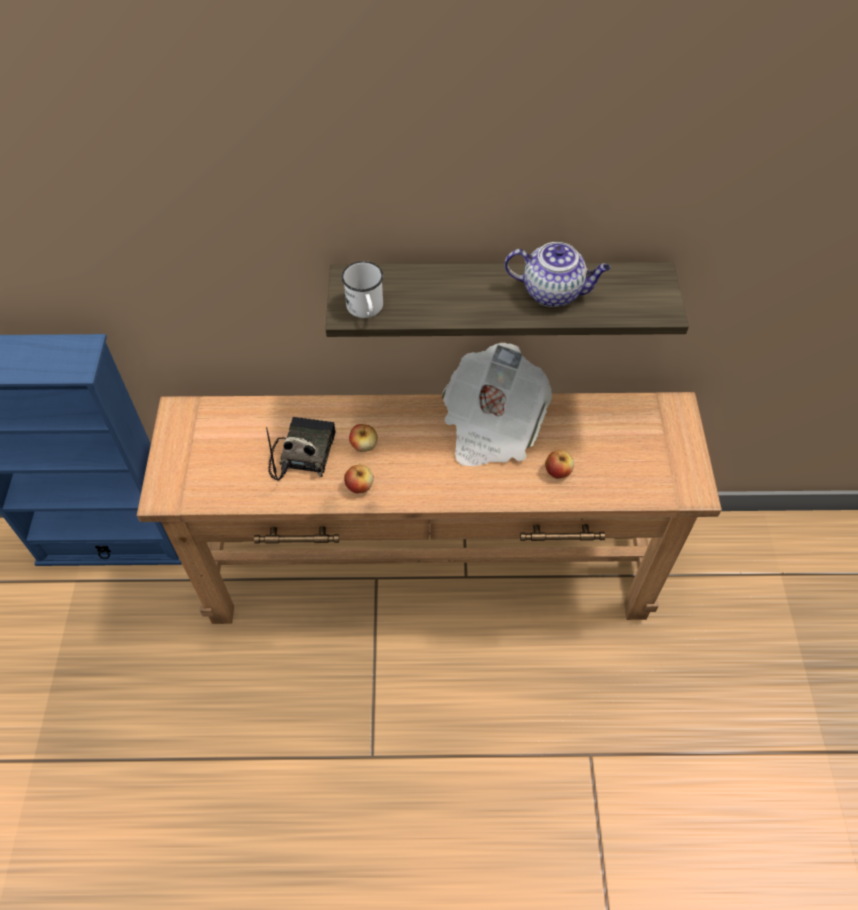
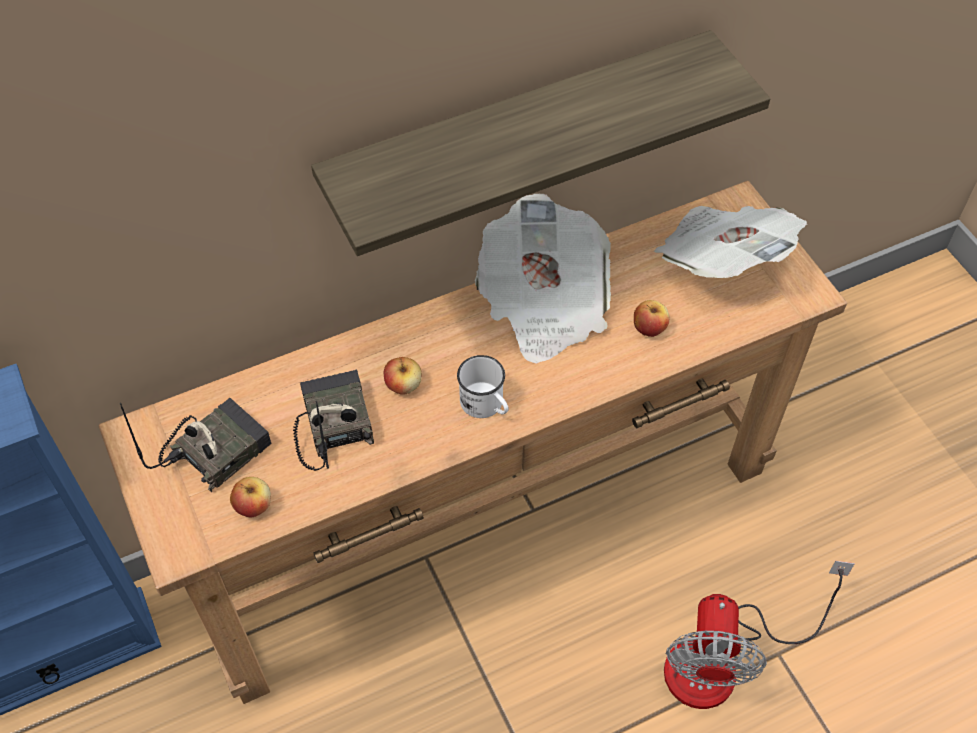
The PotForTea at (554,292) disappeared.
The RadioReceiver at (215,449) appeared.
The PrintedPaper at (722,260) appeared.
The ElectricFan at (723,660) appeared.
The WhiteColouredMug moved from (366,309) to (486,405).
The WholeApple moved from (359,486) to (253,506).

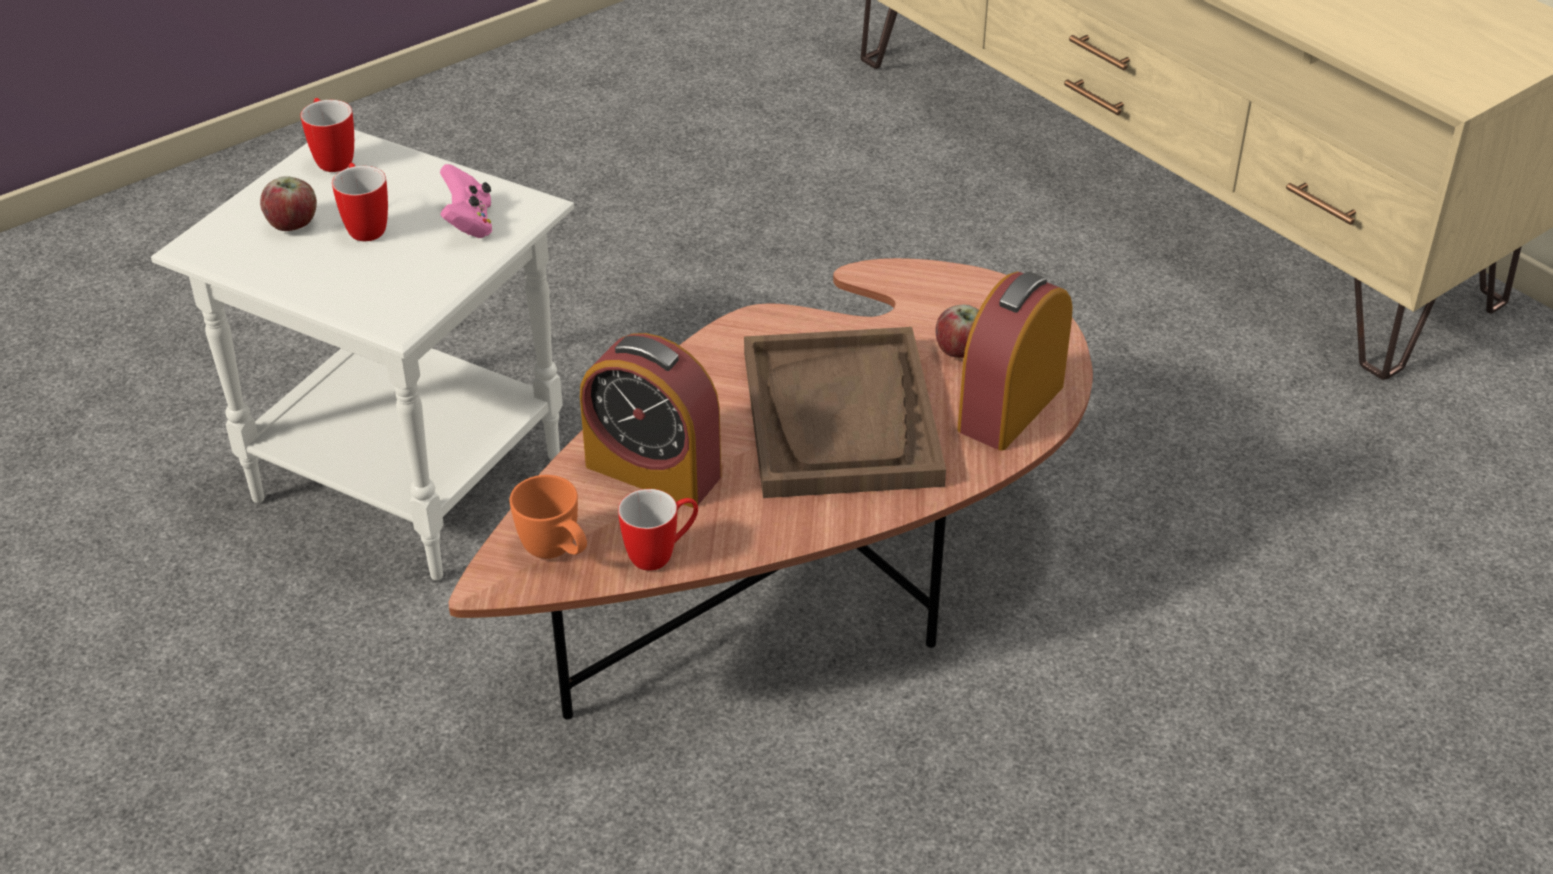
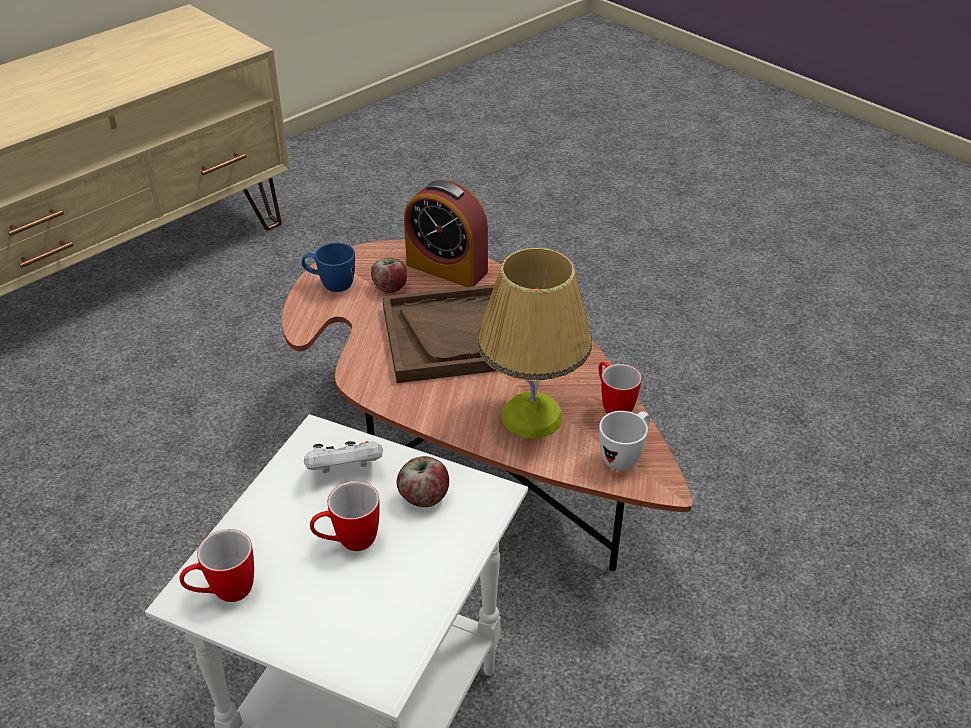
The BlueColouredMug at (330,285) appeared.
The WholeApple moved from (293,224) to (424,497).
The AlarmClock at (653,471) was replaced by the LampForATable at (531,417).
The PinkColouredGameController at (469,223) became the WhiteColouredGameController at (345,470).
The OrangeColouredMug at (557,553) became the WhiteColouredMug at (625,456).

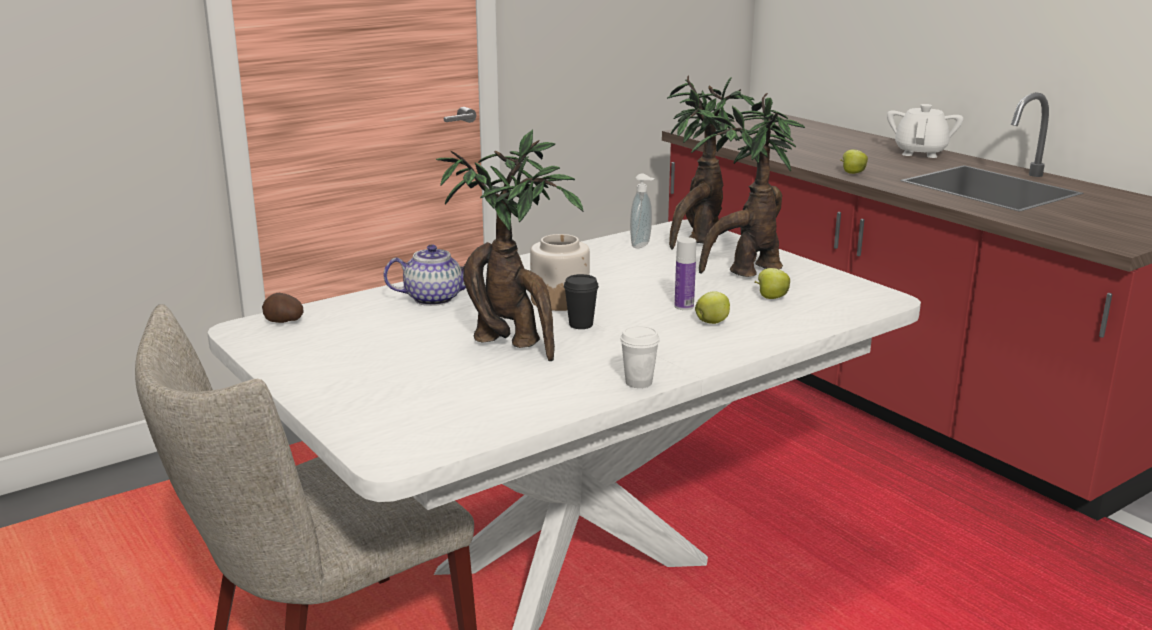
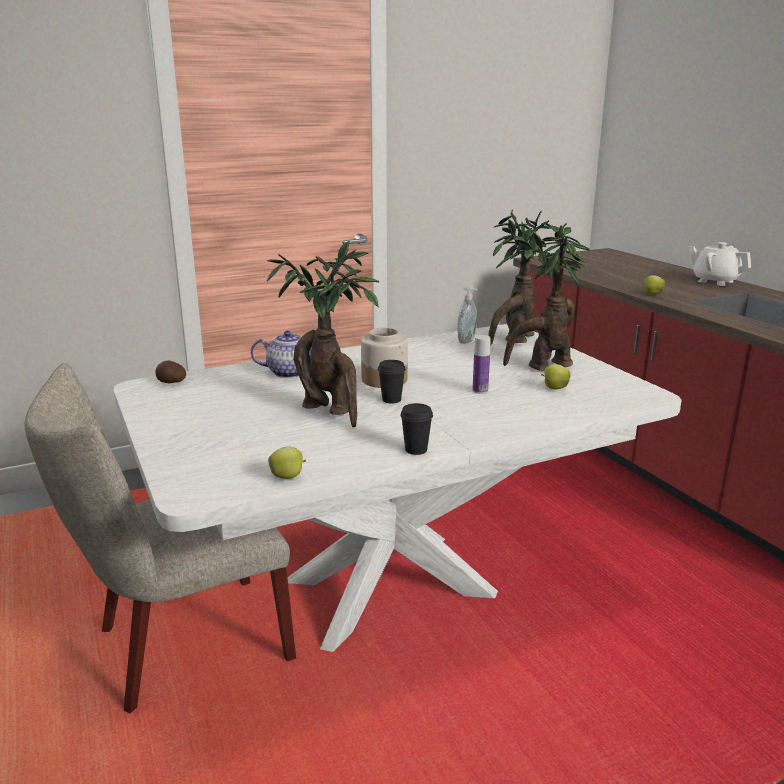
The WholeApple moved from (712,322) to (288,477).
The WhiteColouredSmallCup at (638,382) became the BlackColouredSmallCup at (416,450).
The WhiteColouredPotForTea at (920,153) turned 75 degrees counterclockwise.

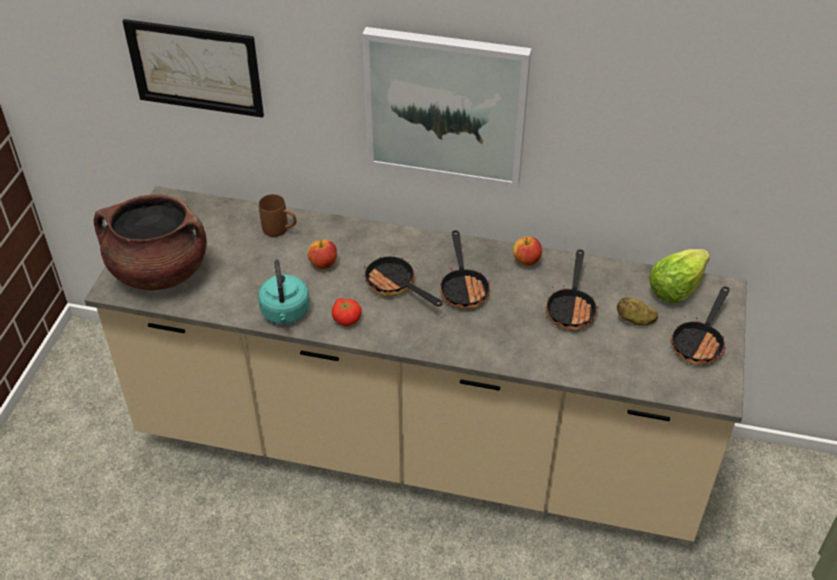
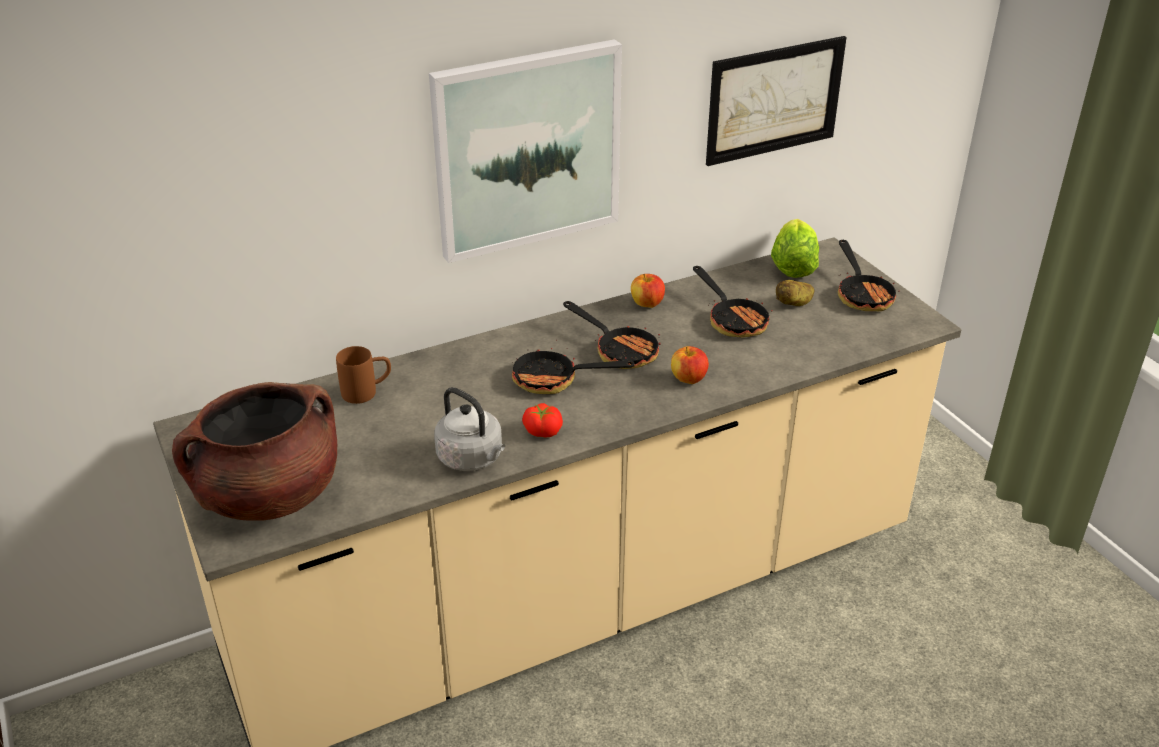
The WallPicture moved from (195,68) to (774,100).
The WholeApple moved from (323,264) to (688,379).
The TurquoiseColouredWaterKettle at (285,313) became the GreyWaterKettle at (472,459).

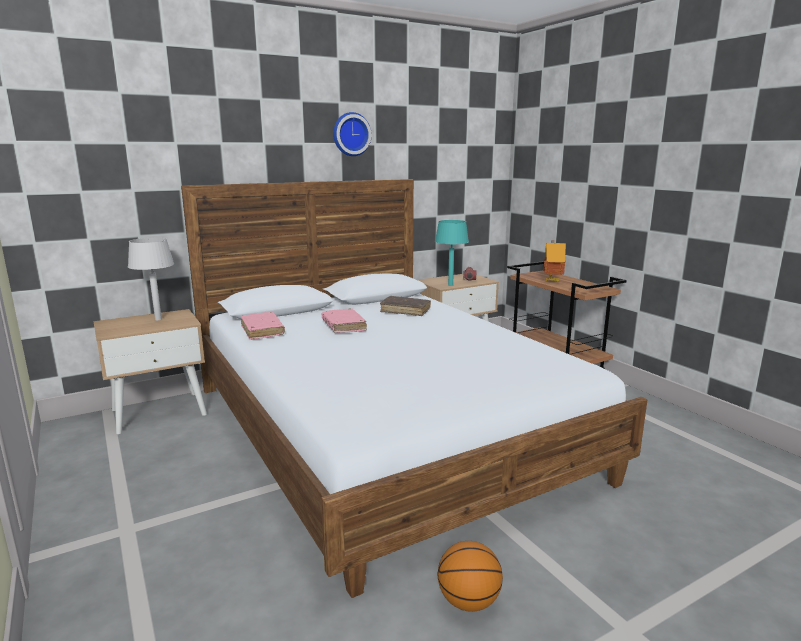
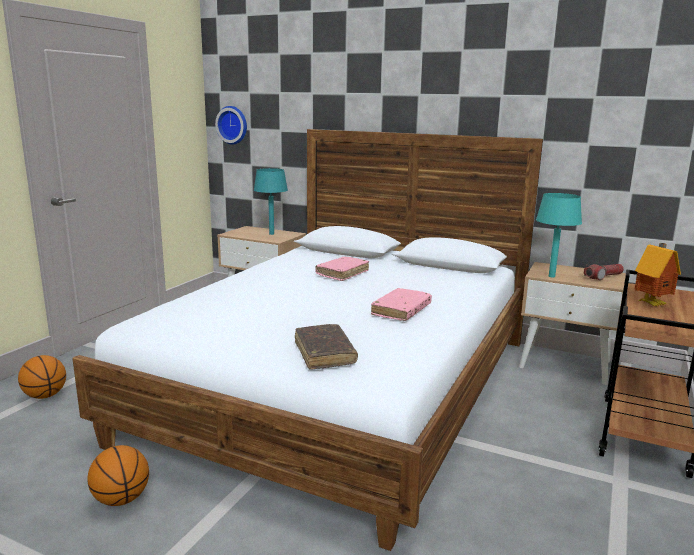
The Basketball at (45,395) appeared.
The PinkColouredVolume moved from (262,331) to (401,311).
The HangingClock moved from (351,134) to (233,125).
The BrownishVolume moved from (405,311) to (324,353).
The GreyLampForATable at (158,319) became the TurquoiseColouredLampForATable at (271,234).

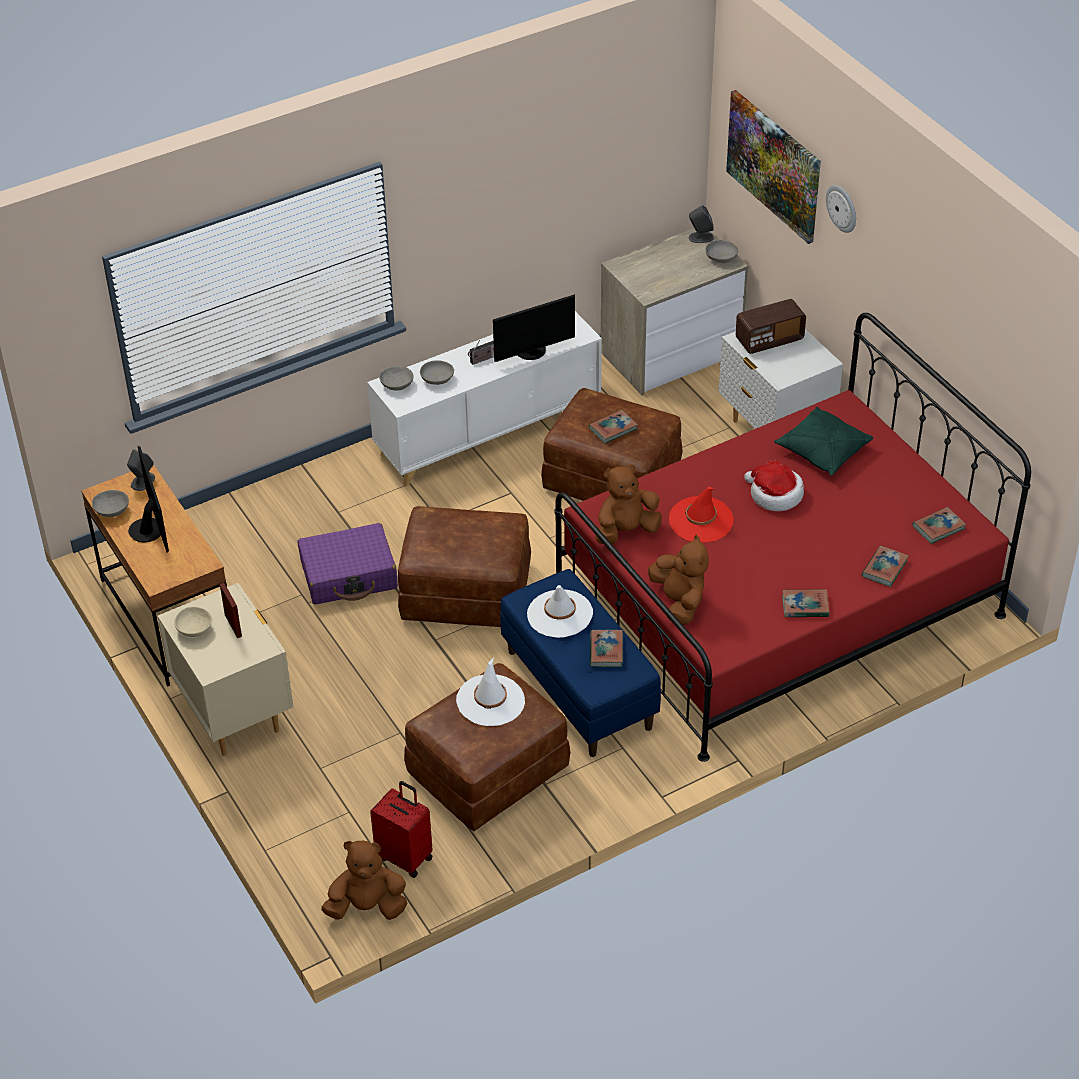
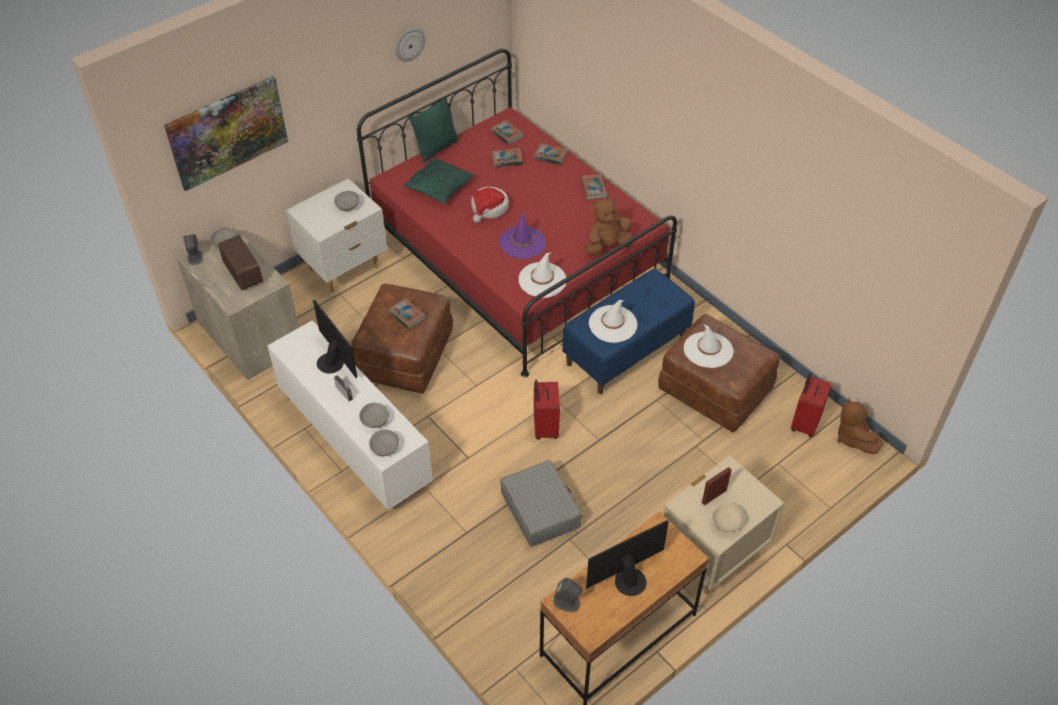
The GreenColouredThrowPillow at (436,149) appeared.
The GreyBowl moved from (112,511) to (348,206).
The Volume moved from (606,651) to (507,159).
The RadioReceiver moved from (769,340) to (243,273).
The HangingClock moved from (842,208) to (409,44).
The BrownishOttoman at (467,592) was replaced by the ReddishPieceOfLuggage at (545,428).
The BrownishSoftToy at (626,531) was replaced by the WhiteColouredHat at (542,280).
The PurplishPieceOfLuggage at (349,575) became the GreyPieceOfLuggage at (540,509).
The ReddishHat at (701,520) became the PurplishHat at (522,242).

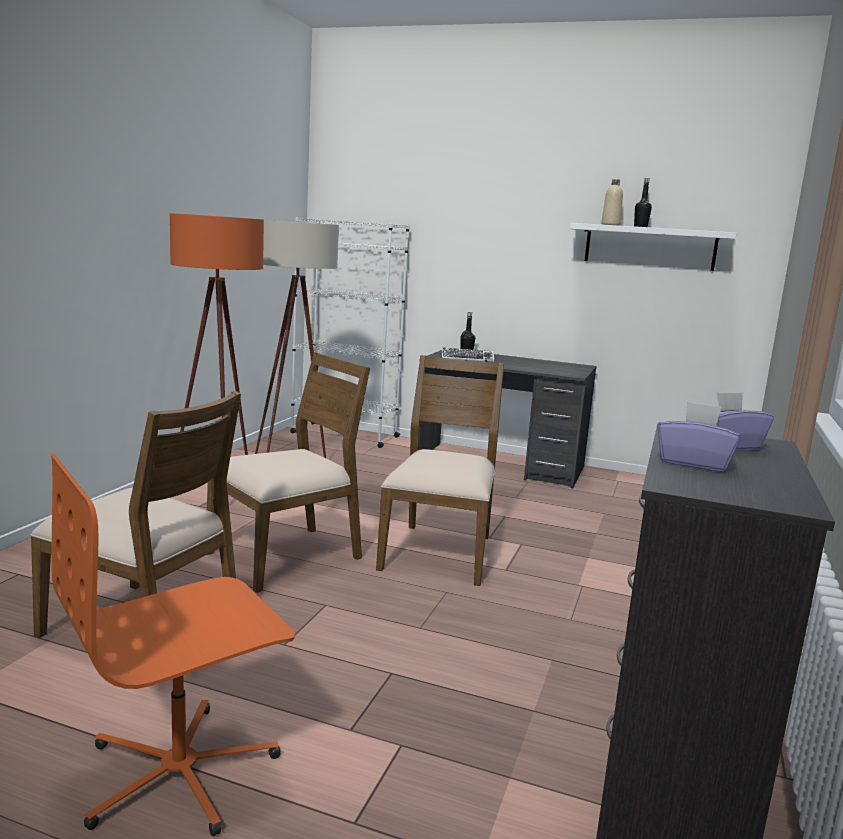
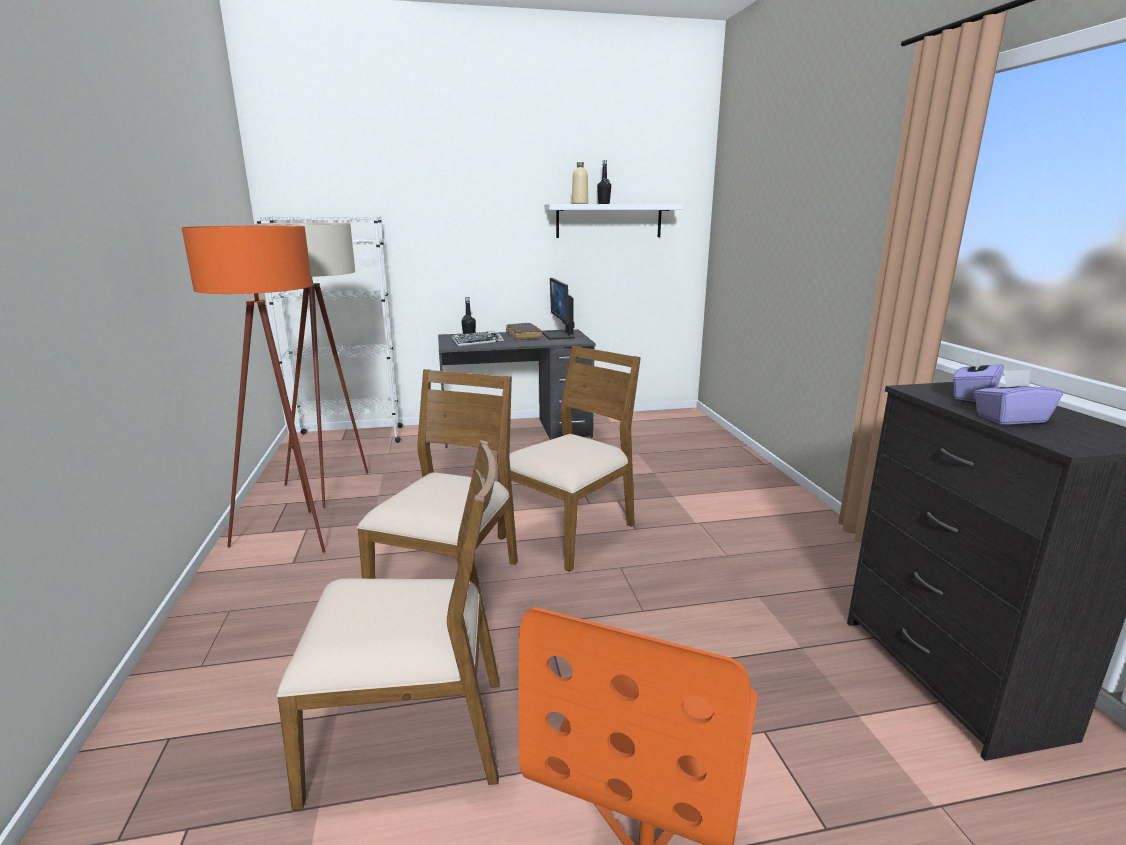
The BrownishVolume at (524,336) appeared.
The Monitor at (558,335) appeared.
The BrownishChair at (439,552) turned 60 degrees clockwise.

